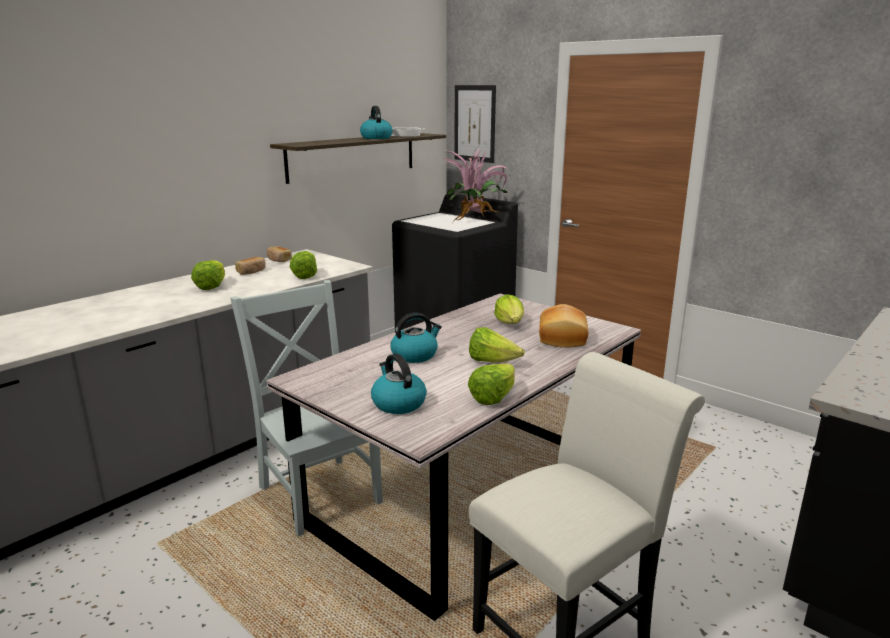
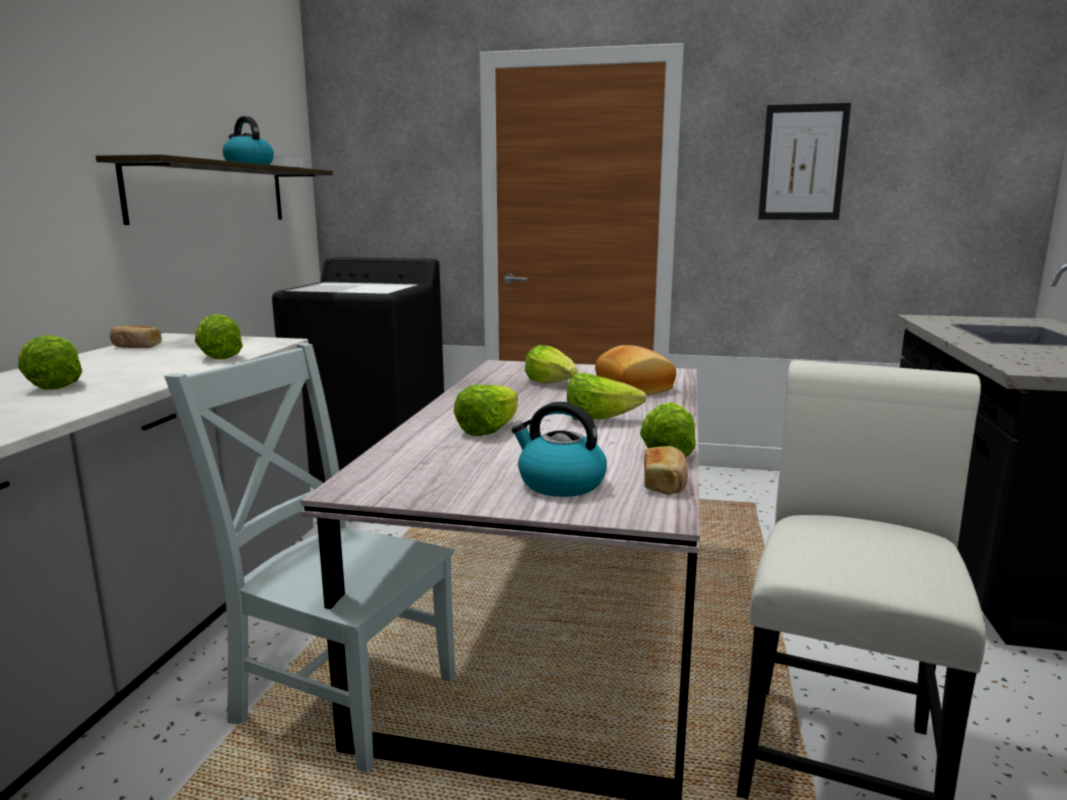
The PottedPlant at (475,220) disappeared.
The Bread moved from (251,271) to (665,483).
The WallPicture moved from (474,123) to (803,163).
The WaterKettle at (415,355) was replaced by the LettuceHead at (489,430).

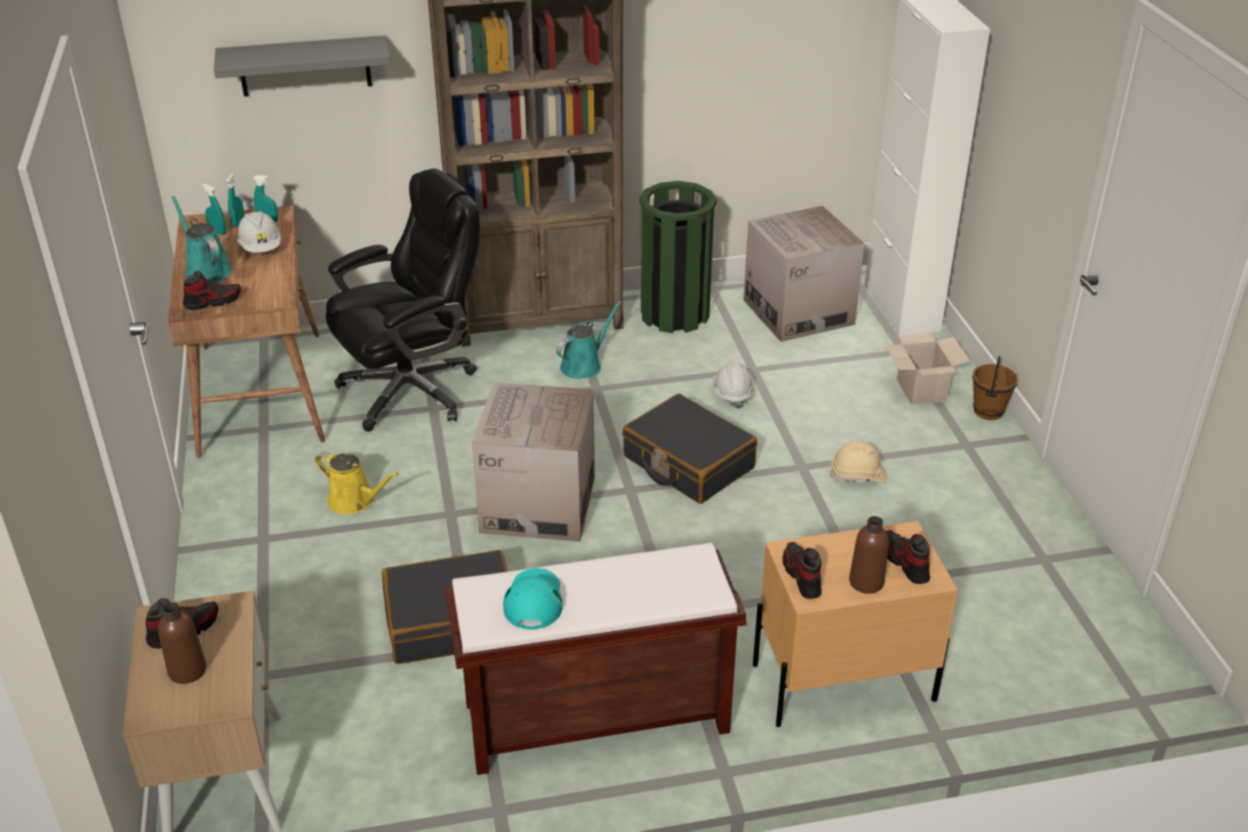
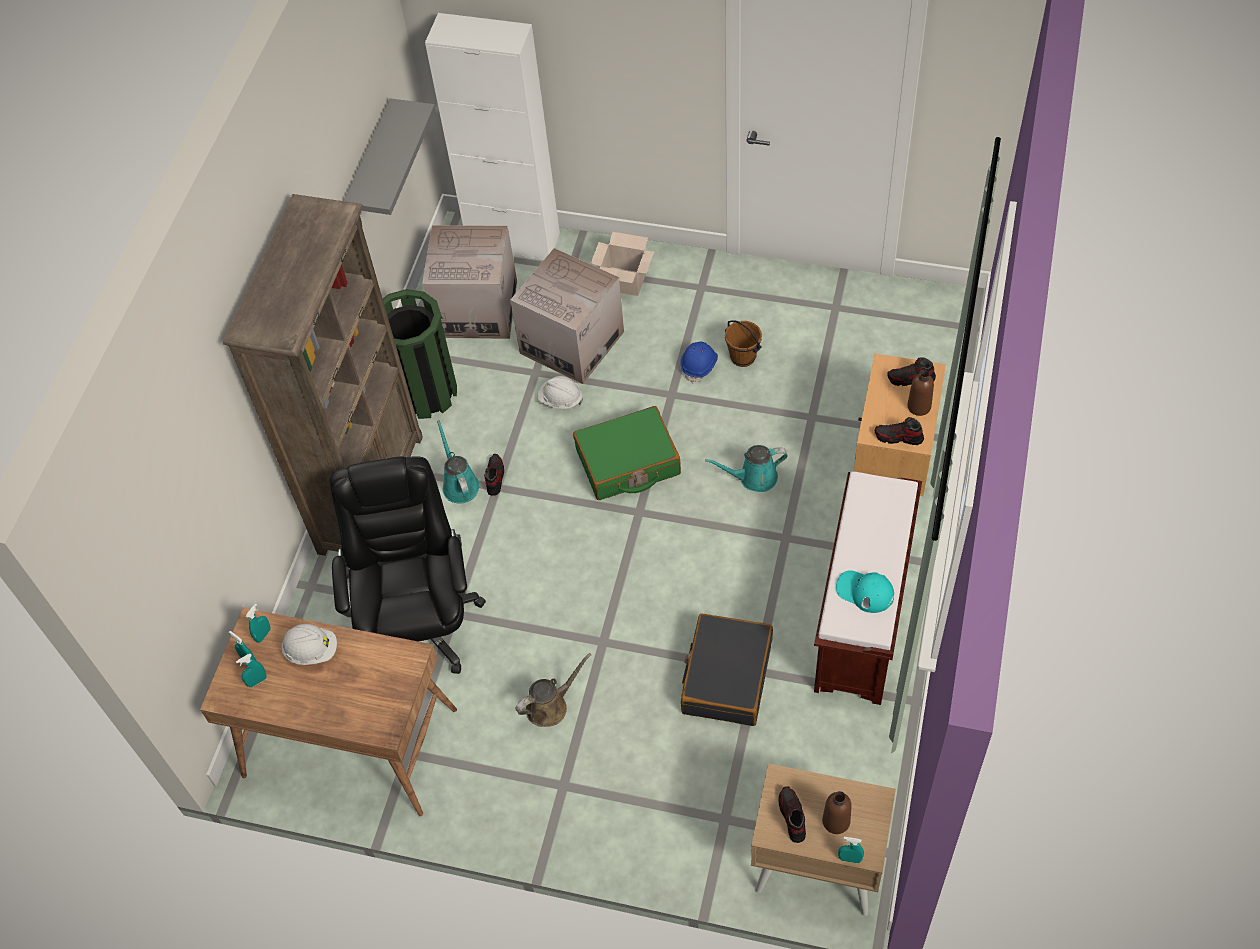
The TurquoiseColouredSprayBottle at (850,859) appeared.
The TurquoiseColouredWateringCan moved from (206,271) to (754,478).
The Shoe moved from (213,301) to (494,477).
The GreyBracketShelf moved from (305,66) to (370,165).
The PackingBox moved from (538,504) to (572,342).
The BrownishWaterBucket moved from (989,412) to (743,357).
The YellowWateringCan at (354,501) became the BrownishWateringCan at (550,706).
The BlackColouredPieceOfLuggage at (688,463) became the GreenColouredPieceOfLuggage at (628,463).
The BeigeHardHat at (858,475) became the BlueColouredHardHat at (699,365).

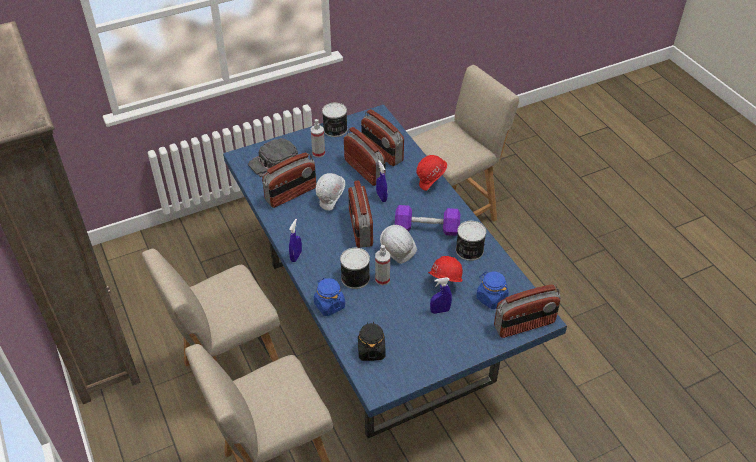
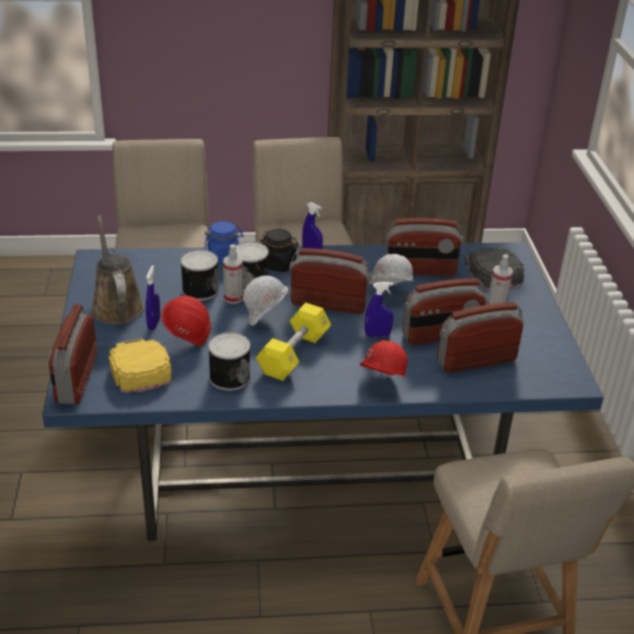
The BrownishWateringCan at (116,306) appeared.
The Can moved from (335,130) to (199,290).
The BlackColouredJar moved from (371,350) to (278,265).
The BlueColouredJar at (491,298) was replaced by the YellowPeakedCap at (138,367).
The PurplishHandWeight at (426,228) became the YellowHandWeight at (294,354).
The RadioReceiver at (291,194) turned 75 degrees counterclockwise.

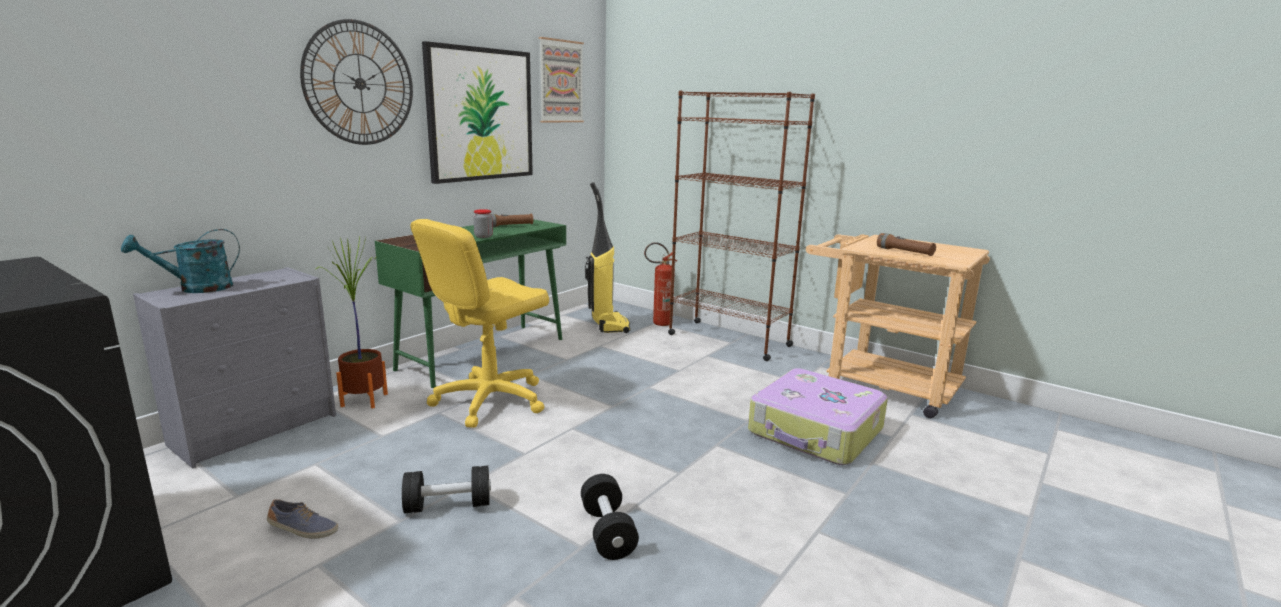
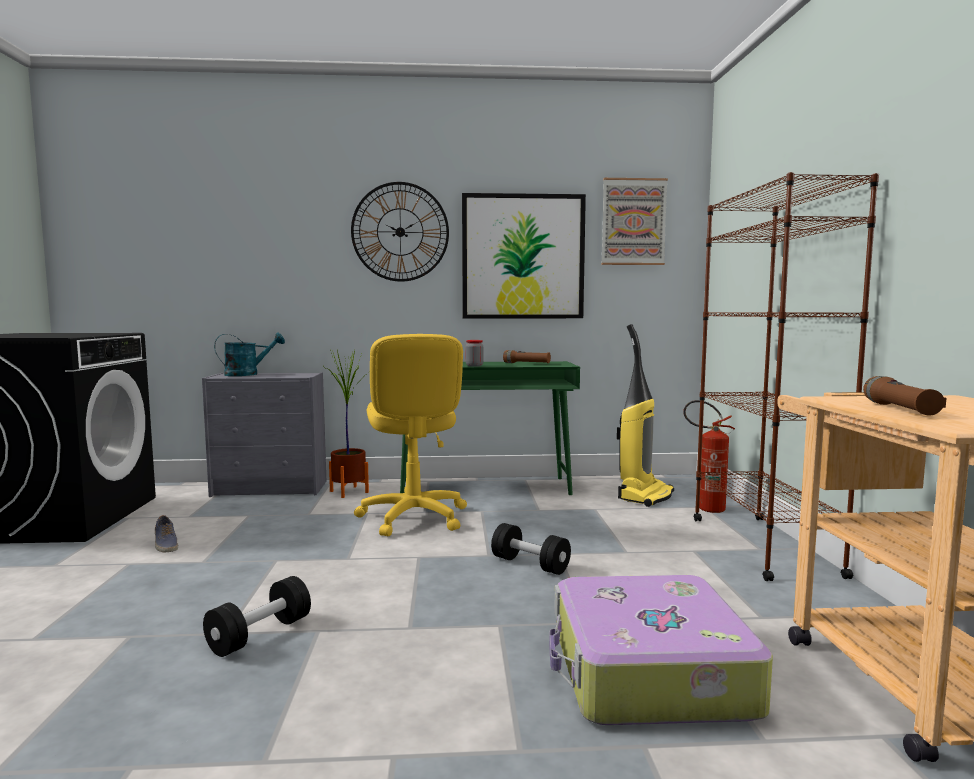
The BlackColouredHandWeight moved from (448,505) to (530,564).
The TurquoiseColouredWateringCan at (196,288) turned 135 degrees clockwise.
The YellowDeskChair at (490,400) turned 105 degrees counterclockwise.

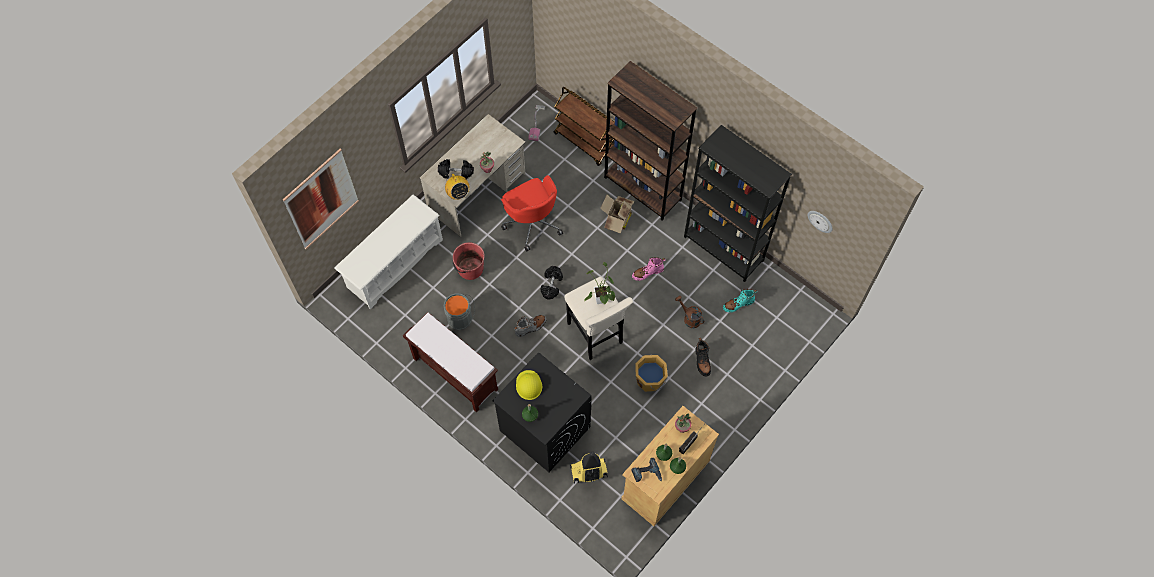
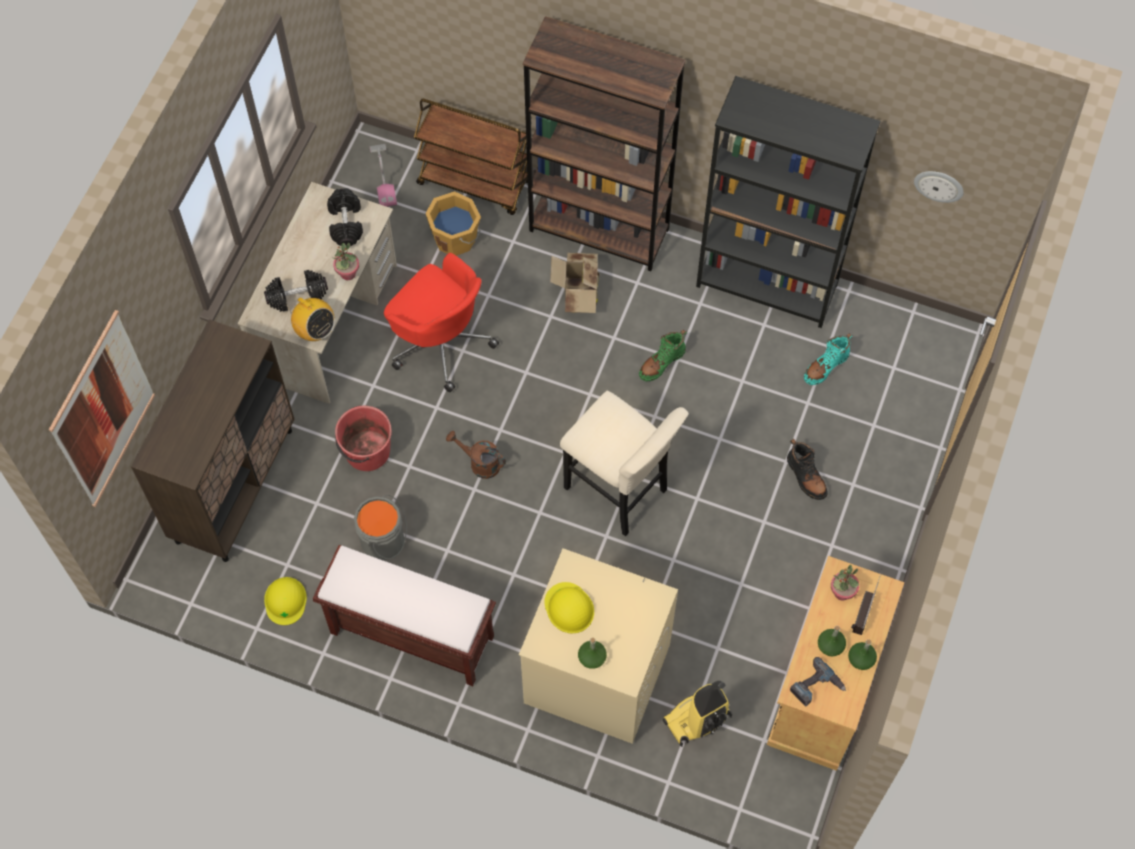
The GreyBoot at (530,327) disappeared.
The PottedPlant at (601,302) disappeared.
The YellowHardHat at (285,600) appeared.
The BlackColouredHandWeight moved from (551,285) to (346,224).
The OrangeColouredWaterBucket moved from (650,380) to (456,237).
The BrownishWateringCan moved from (689,318) to (479,463).
The WhiteColouredShoeStand at (394,263) was replaced by the BrownishCupboard at (234,485).
The BlackColouredLaundryMachine at (544,428) became the BeigeLaundryMachine at (596,674).
The PinkColouredBoot at (647,272) became the GreenColouredBoot at (661,363).

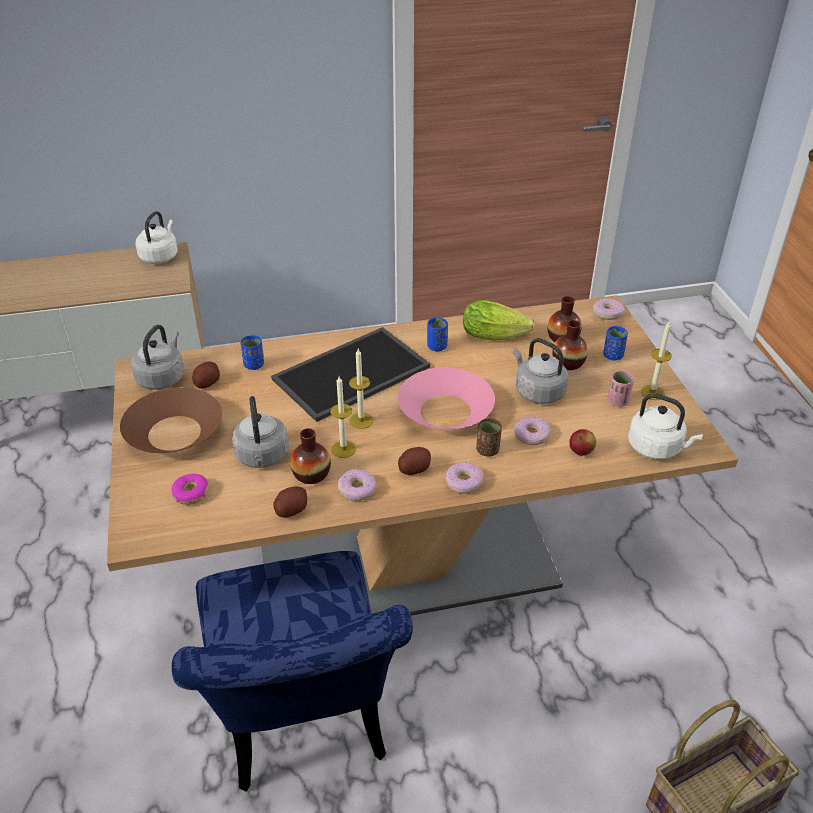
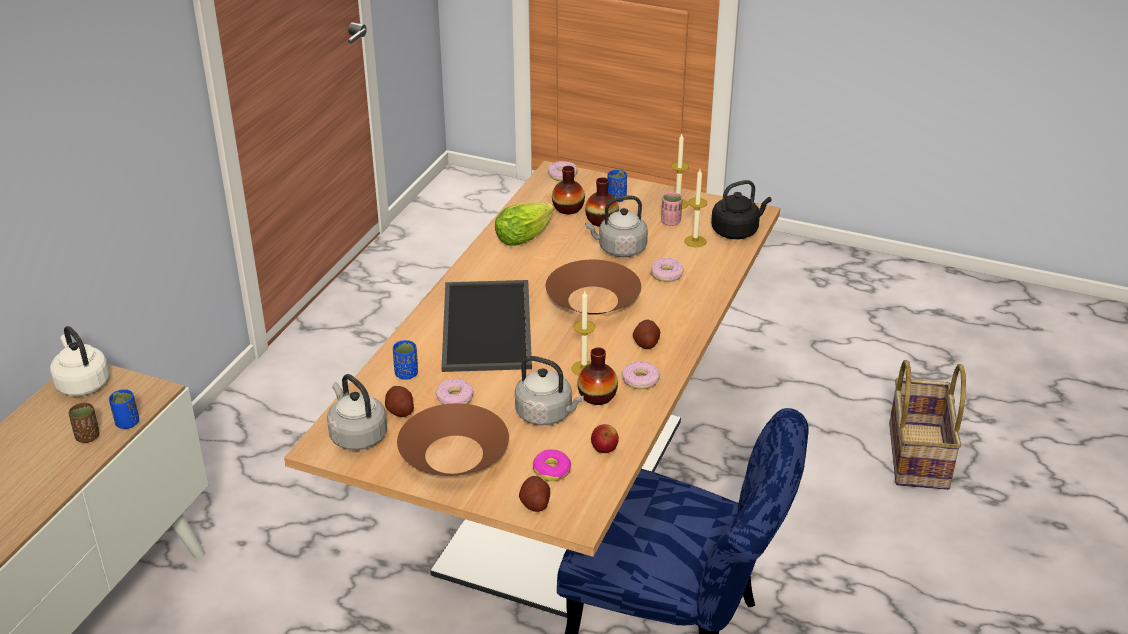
The Spud moved from (291,510) to (535,503).
The WaxCandle moved from (361,420) to (695,241).
The BlueColouredSmallCup moved from (437,347) to (127,423).
The RingDoughnut moved from (463,482) to (454,398).
The BrownishSmallCup moved from (487,450) to (88,437).
The WholeApple moved from (581,452) to (604,450).
The PinkColouredBowl at (446,411) became the BrownishBowl at (593,300).
The WhiteColouredWaterKettle at (657,448) became the BlackColouredWaterKettle at (737,231).

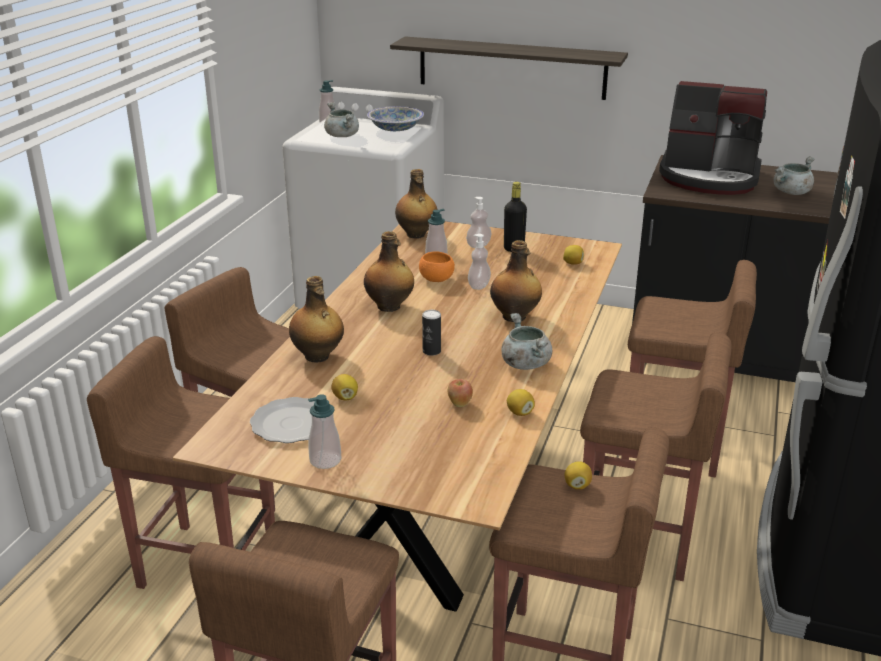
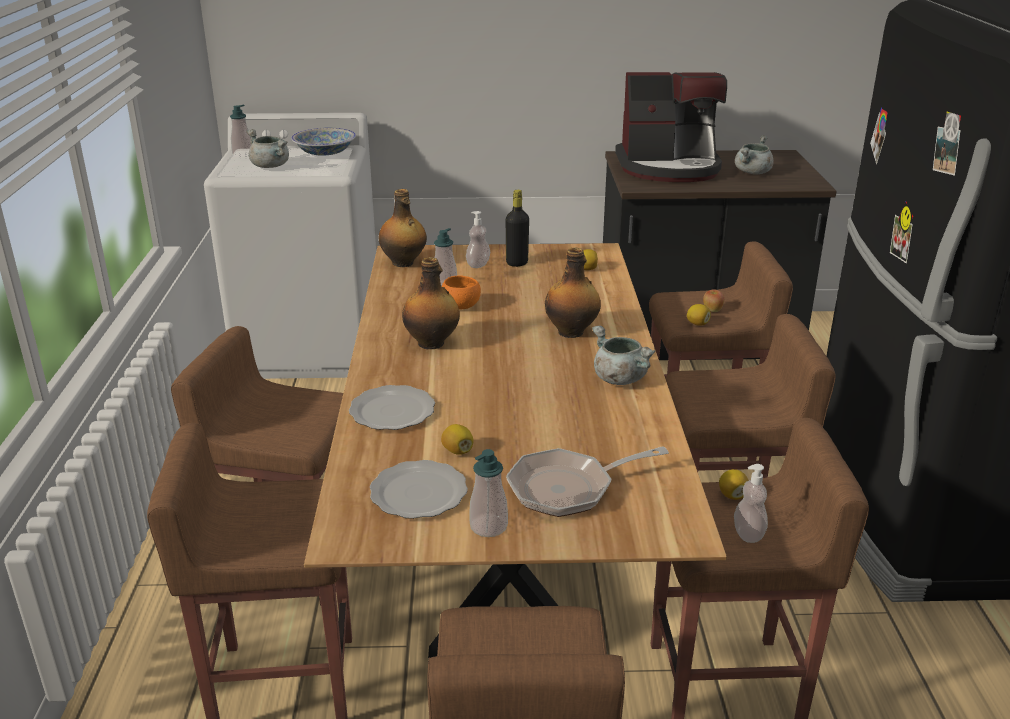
The BracketShelf at (511,68) disappeared.
The Can at (431,351) disappeared.
The Skillet at (568,488) appeared.
The WholeApple moved from (459,404) to (712,310).
The LiquidSoapBottle moved from (479,286) to (748,534).
The Lemon moved from (519,412) to (697,324).
The Bottle at (317,356) was replaced by the Plate at (392,412).

